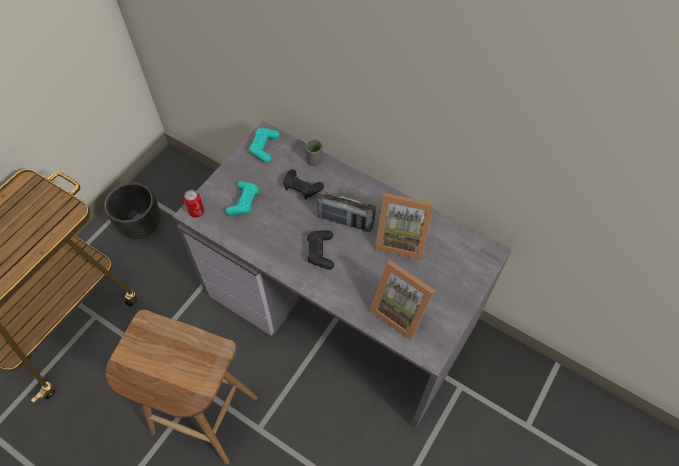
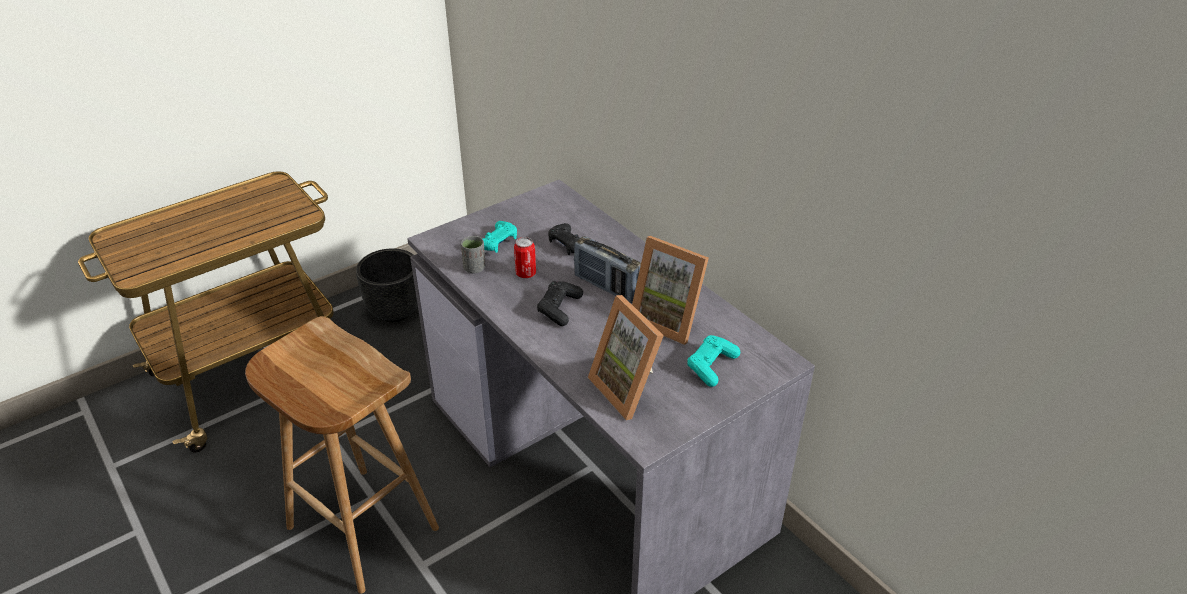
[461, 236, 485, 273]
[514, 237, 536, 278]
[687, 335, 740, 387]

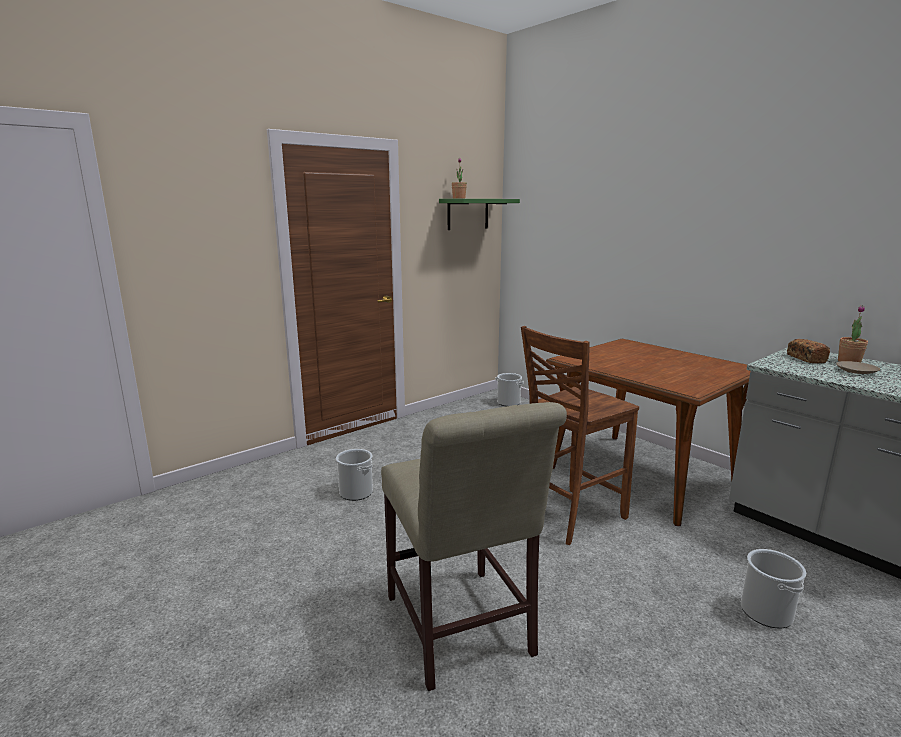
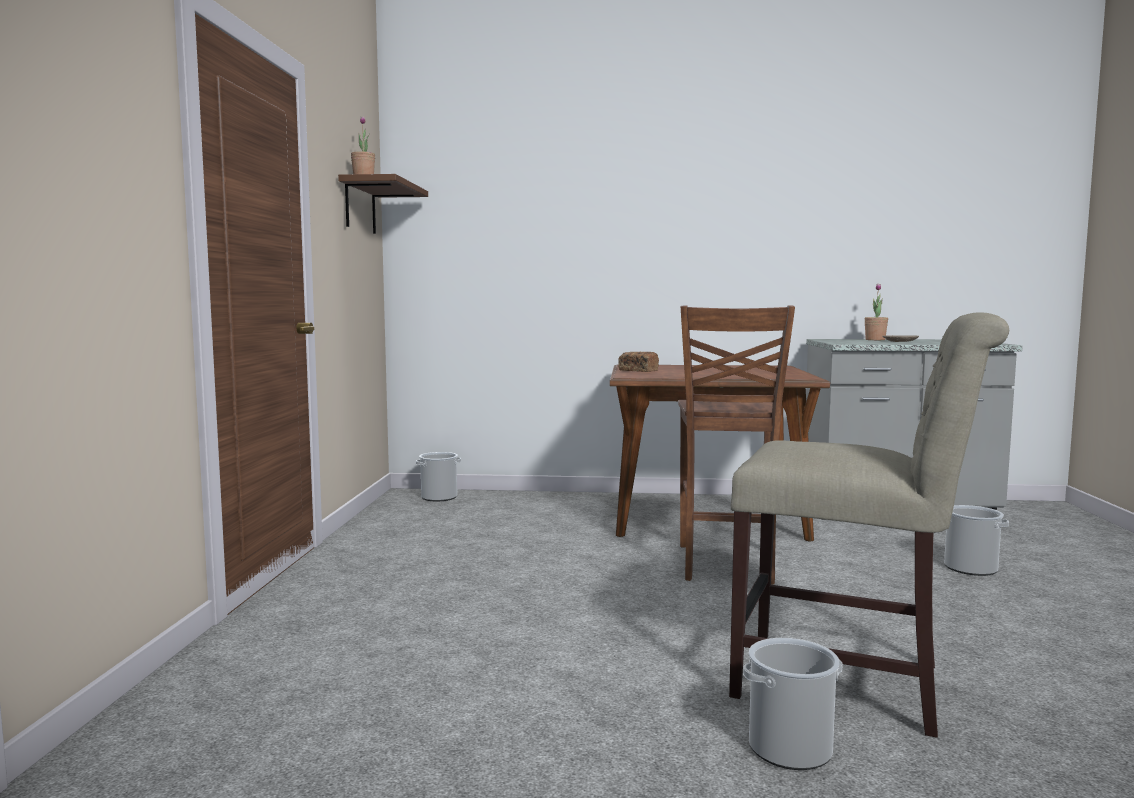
[338, 174, 428, 234]
[618, 352, 659, 372]
[743, 638, 843, 770]

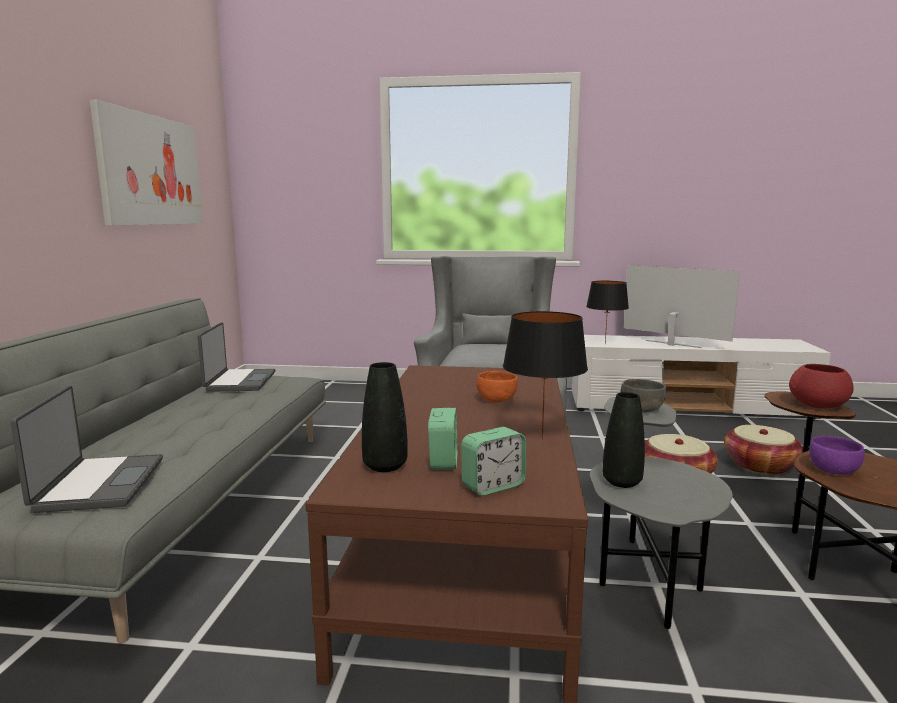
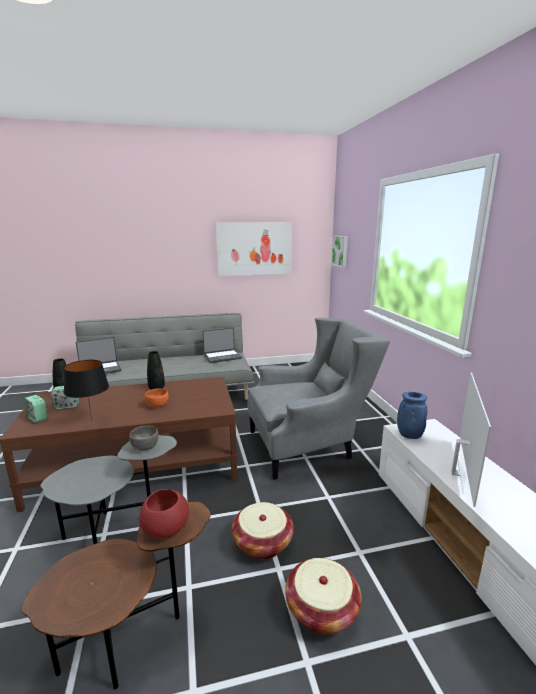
[147, 351, 165, 390]
[331, 236, 348, 268]
[397, 392, 427, 439]
[809, 436, 865, 475] (first image)

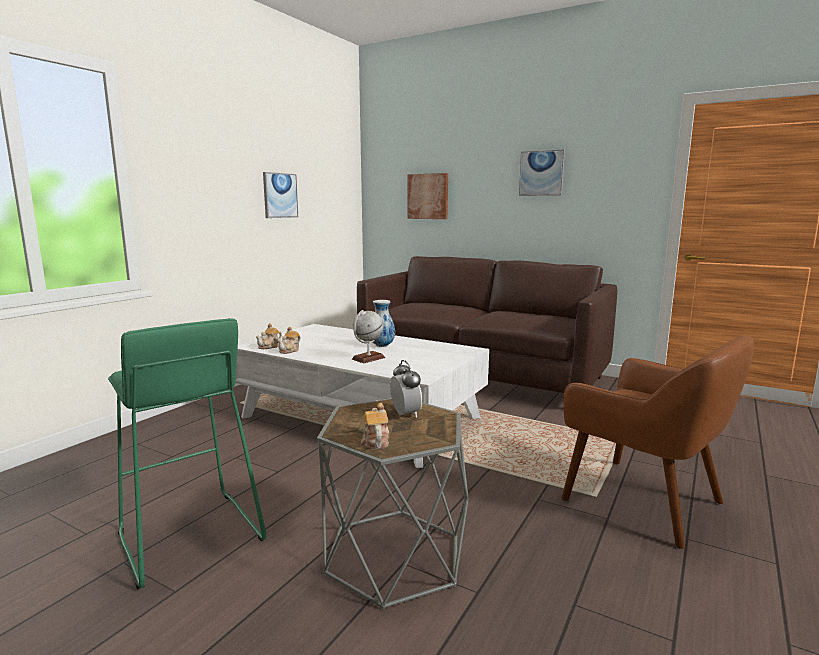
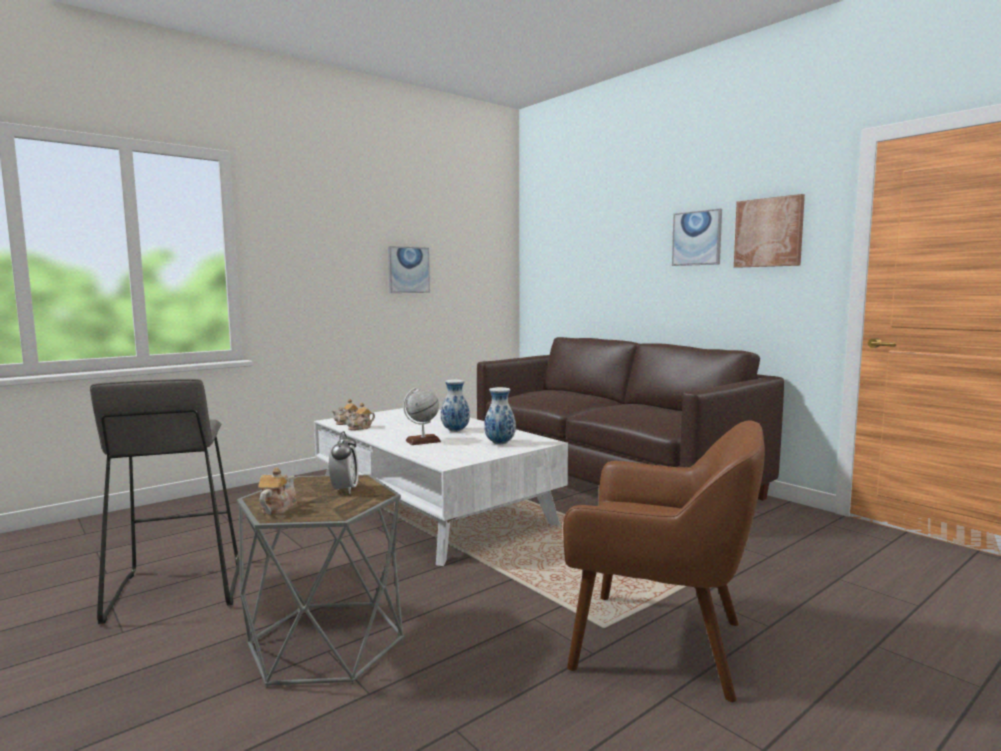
[90, 379, 240, 624]
[484, 387, 516, 444]
[563, 420, 765, 703]
[734, 194, 805, 268]

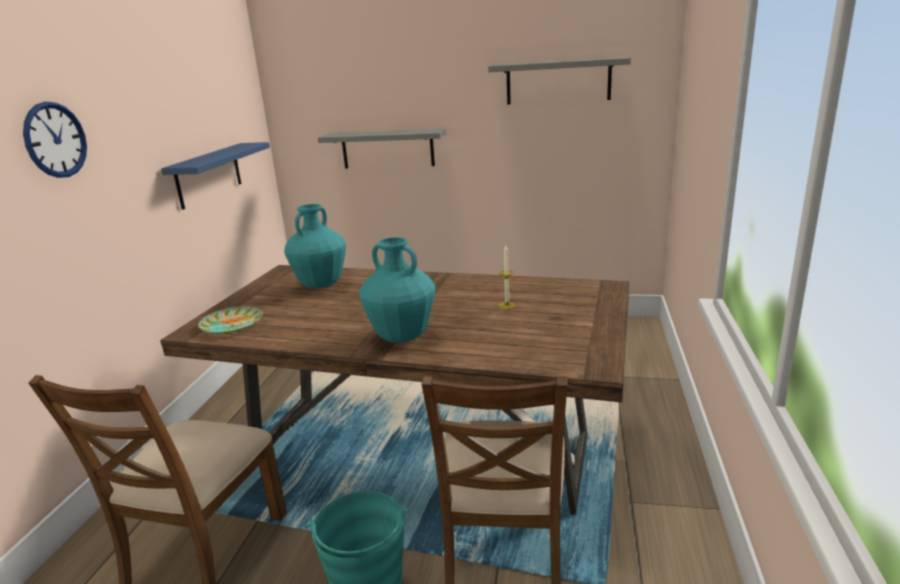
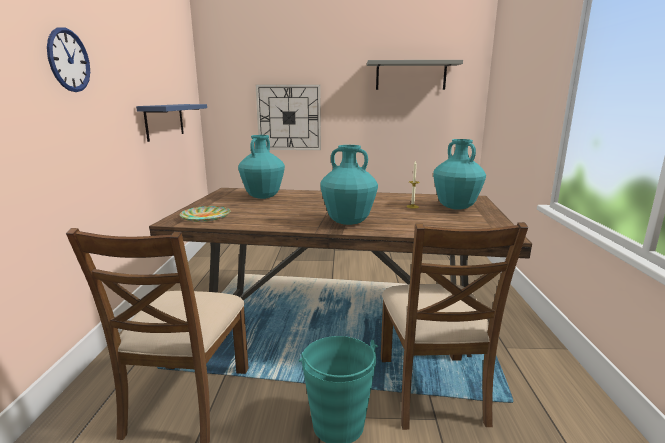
[256, 85, 321, 150]
[433, 139, 486, 210]

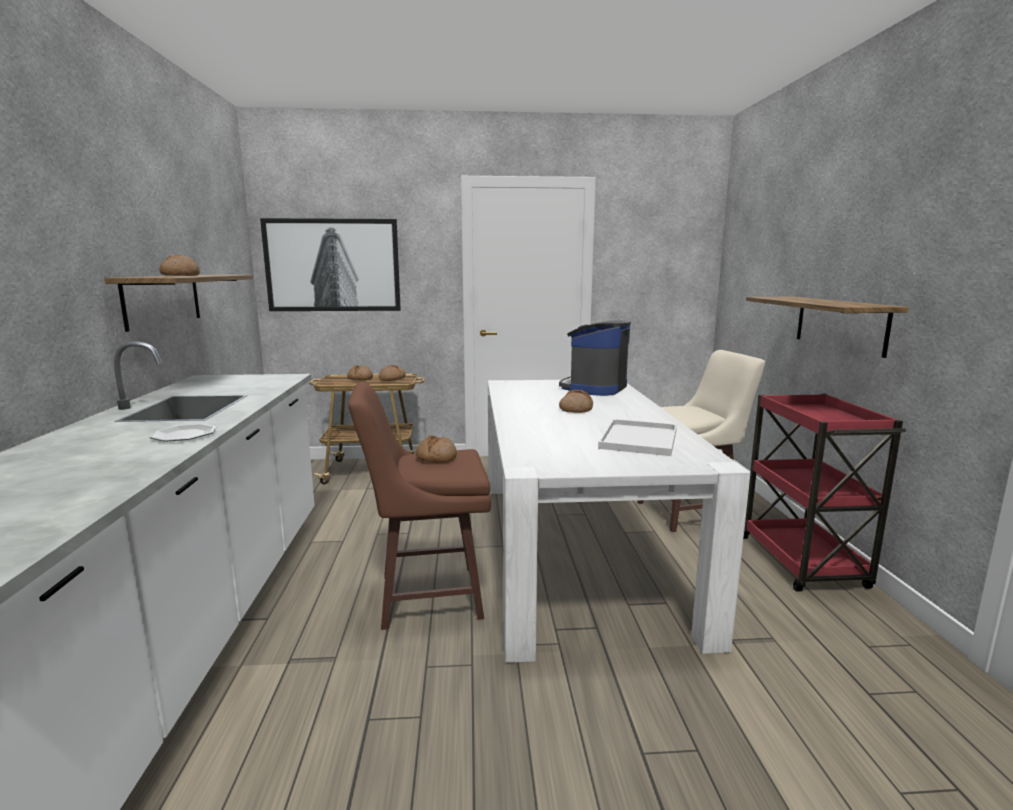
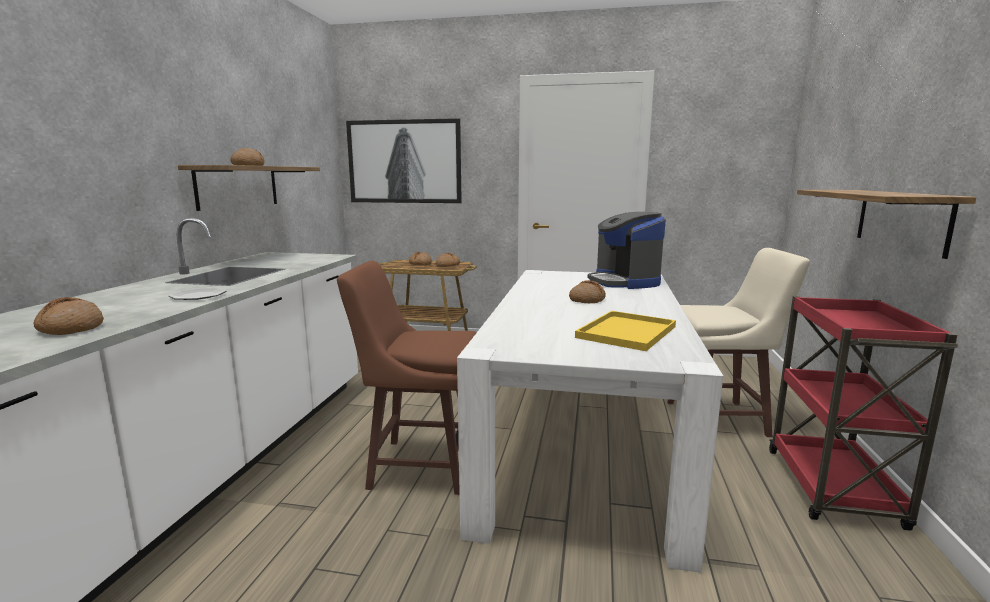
[33, 297, 104, 335]
[575, 311, 676, 351]
[588, 212, 666, 289]

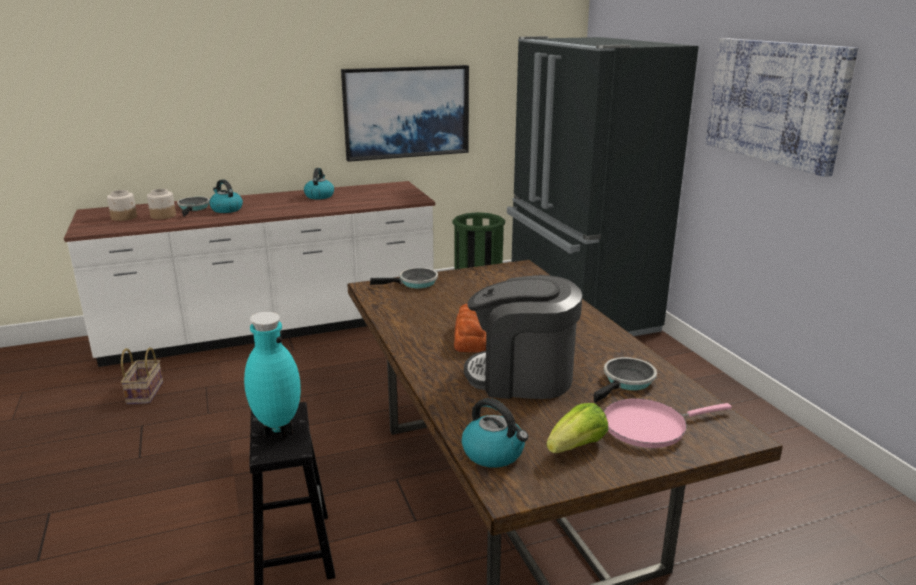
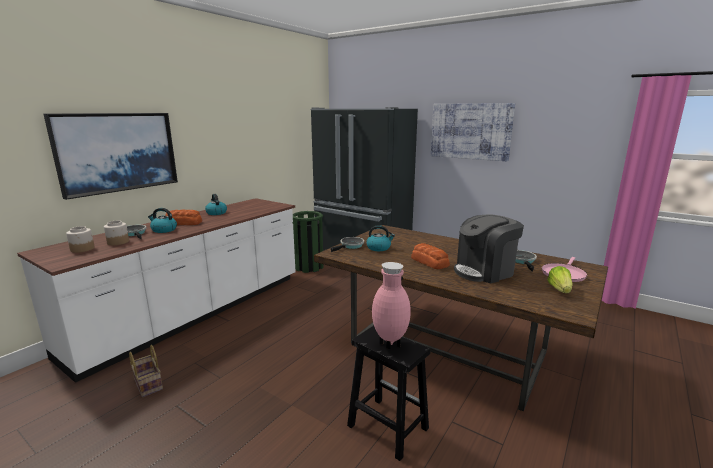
[44, 113, 178, 200]
[165, 210, 202, 225]
[366, 225, 395, 251]
[372, 262, 411, 349]

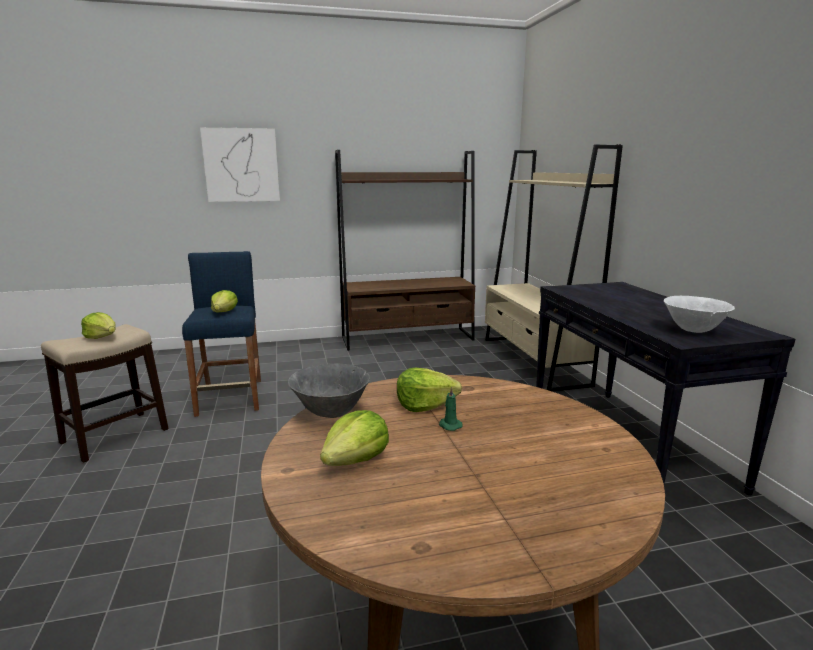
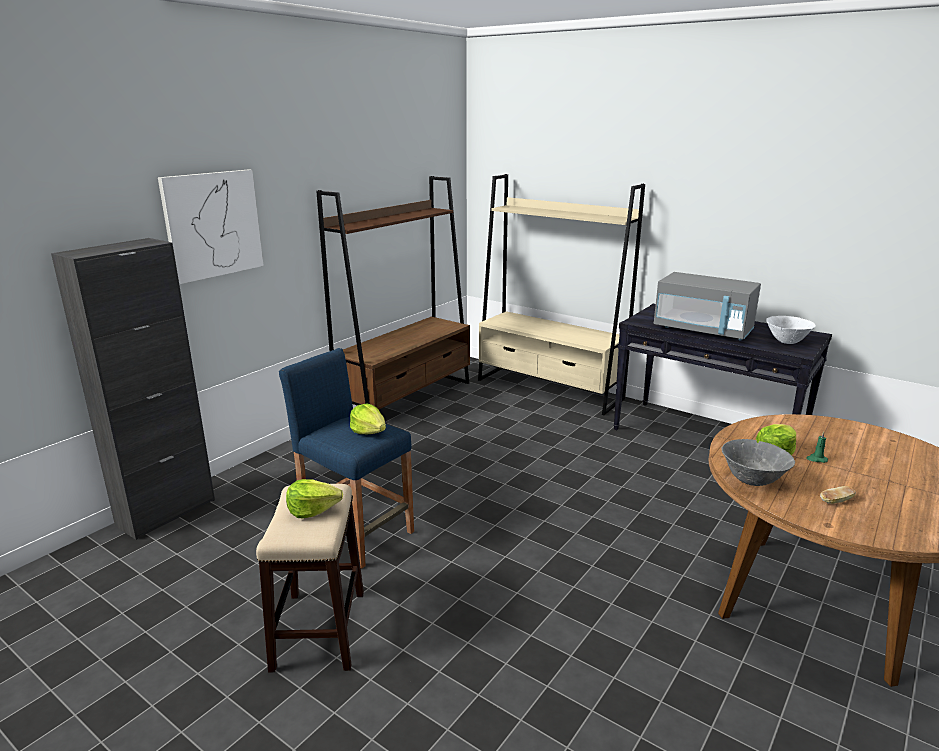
[51, 238, 215, 540]
[654, 272, 761, 340]
[820, 486, 856, 504]

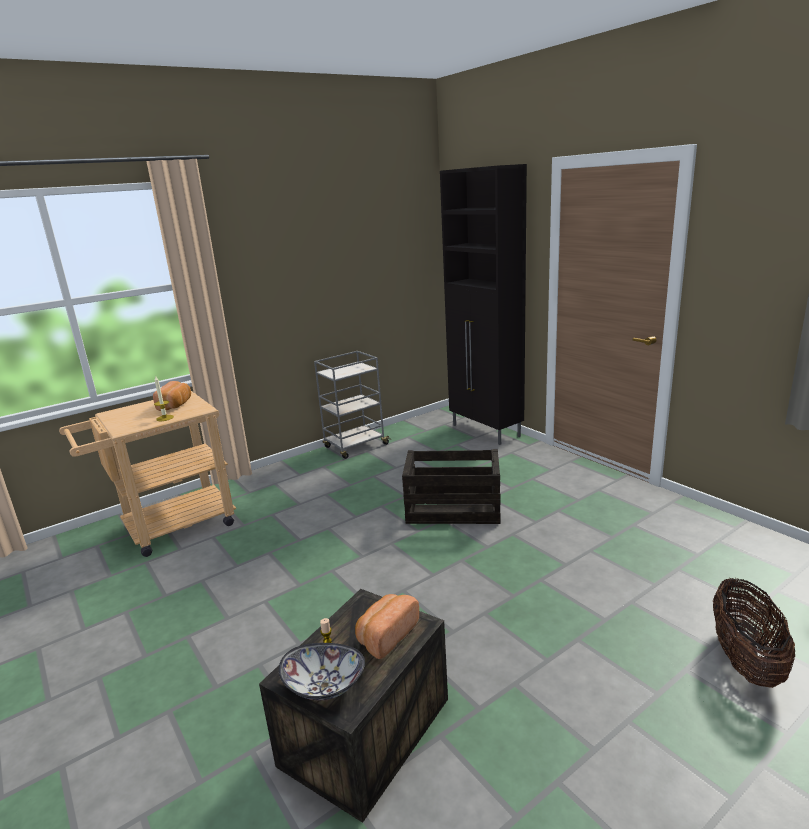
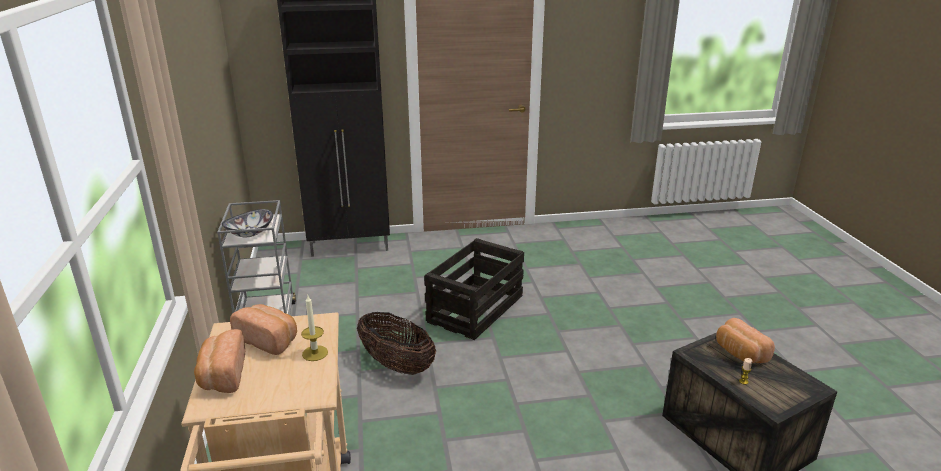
[194, 329, 245, 393]
[222, 209, 273, 237]
[357, 312, 436, 375]

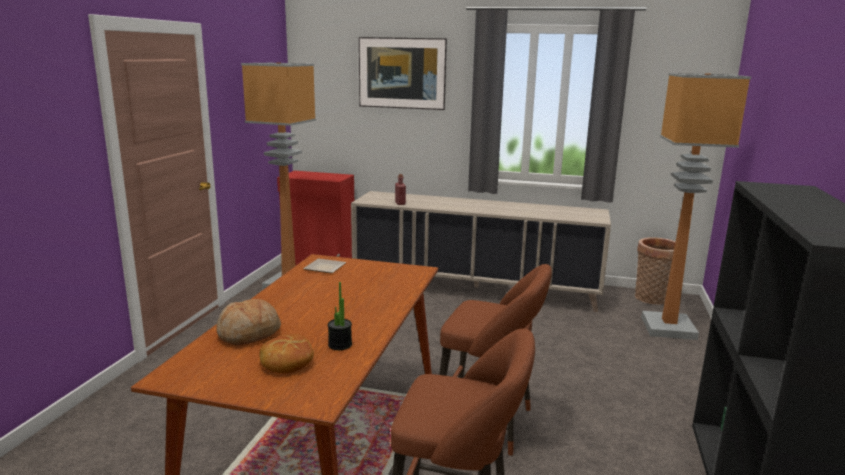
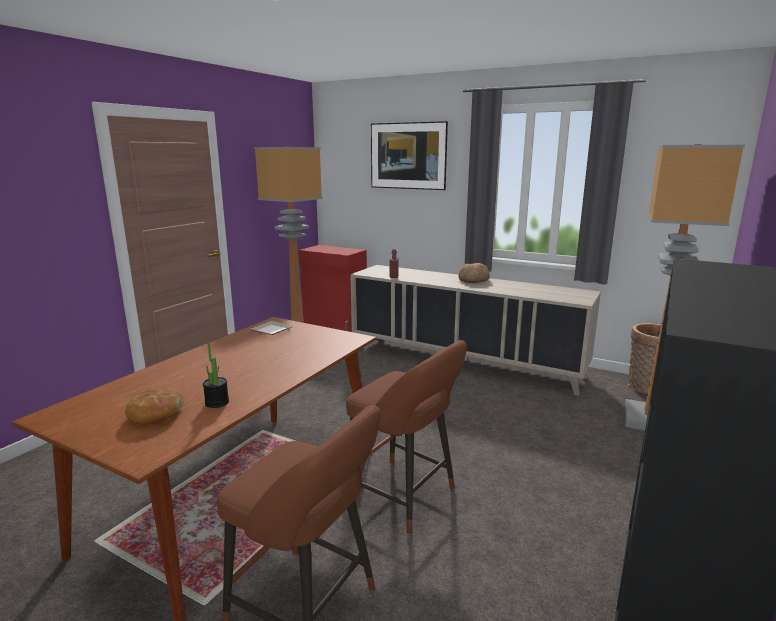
[458, 263, 490, 283]

